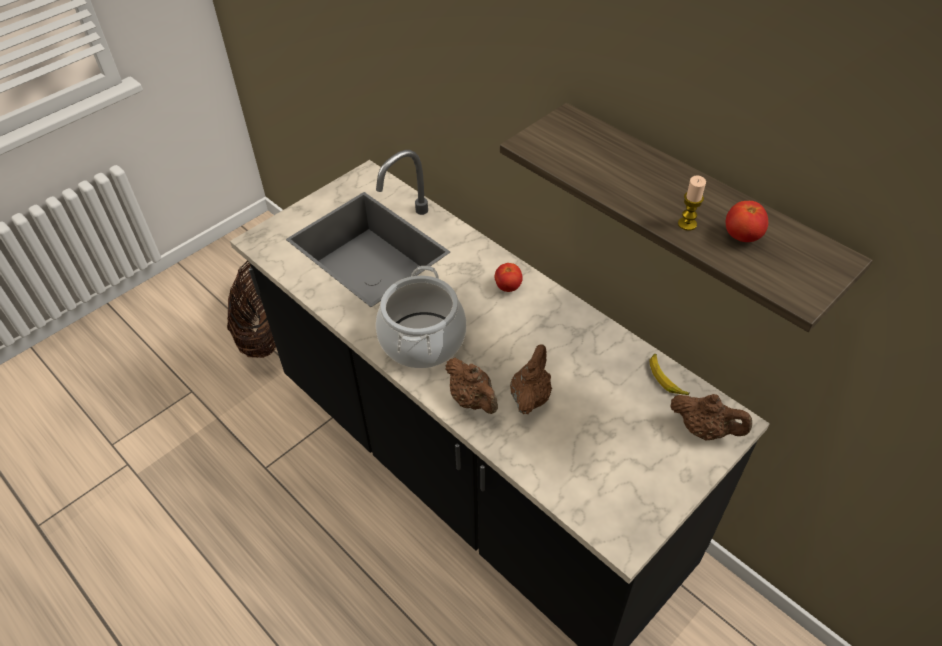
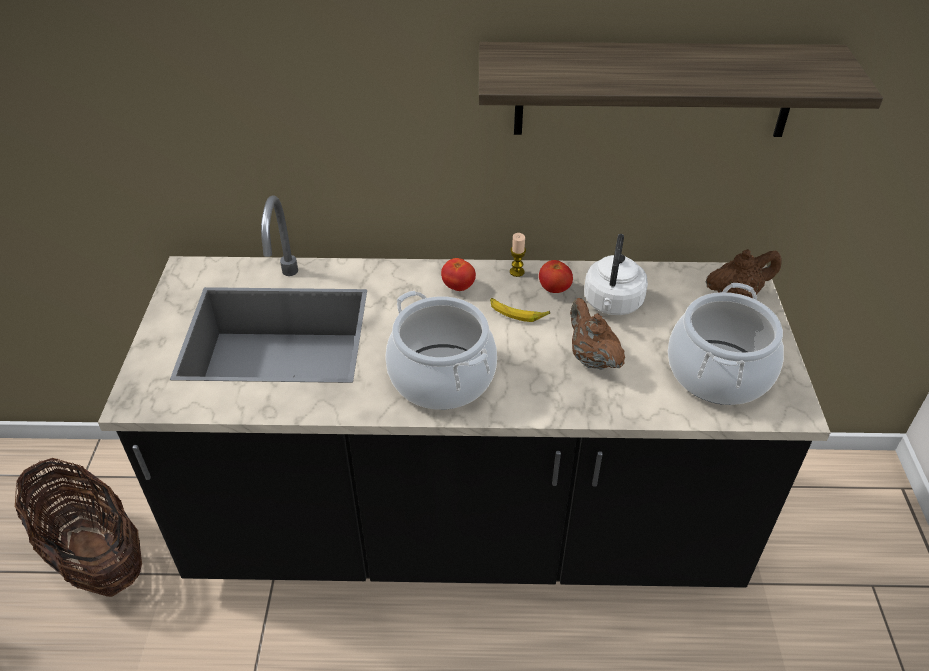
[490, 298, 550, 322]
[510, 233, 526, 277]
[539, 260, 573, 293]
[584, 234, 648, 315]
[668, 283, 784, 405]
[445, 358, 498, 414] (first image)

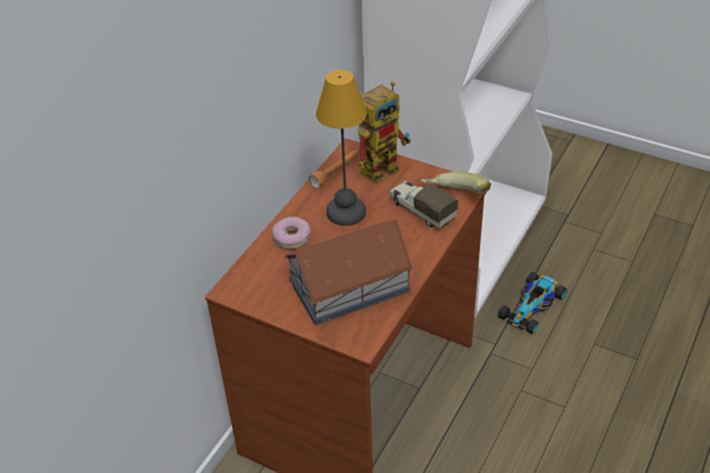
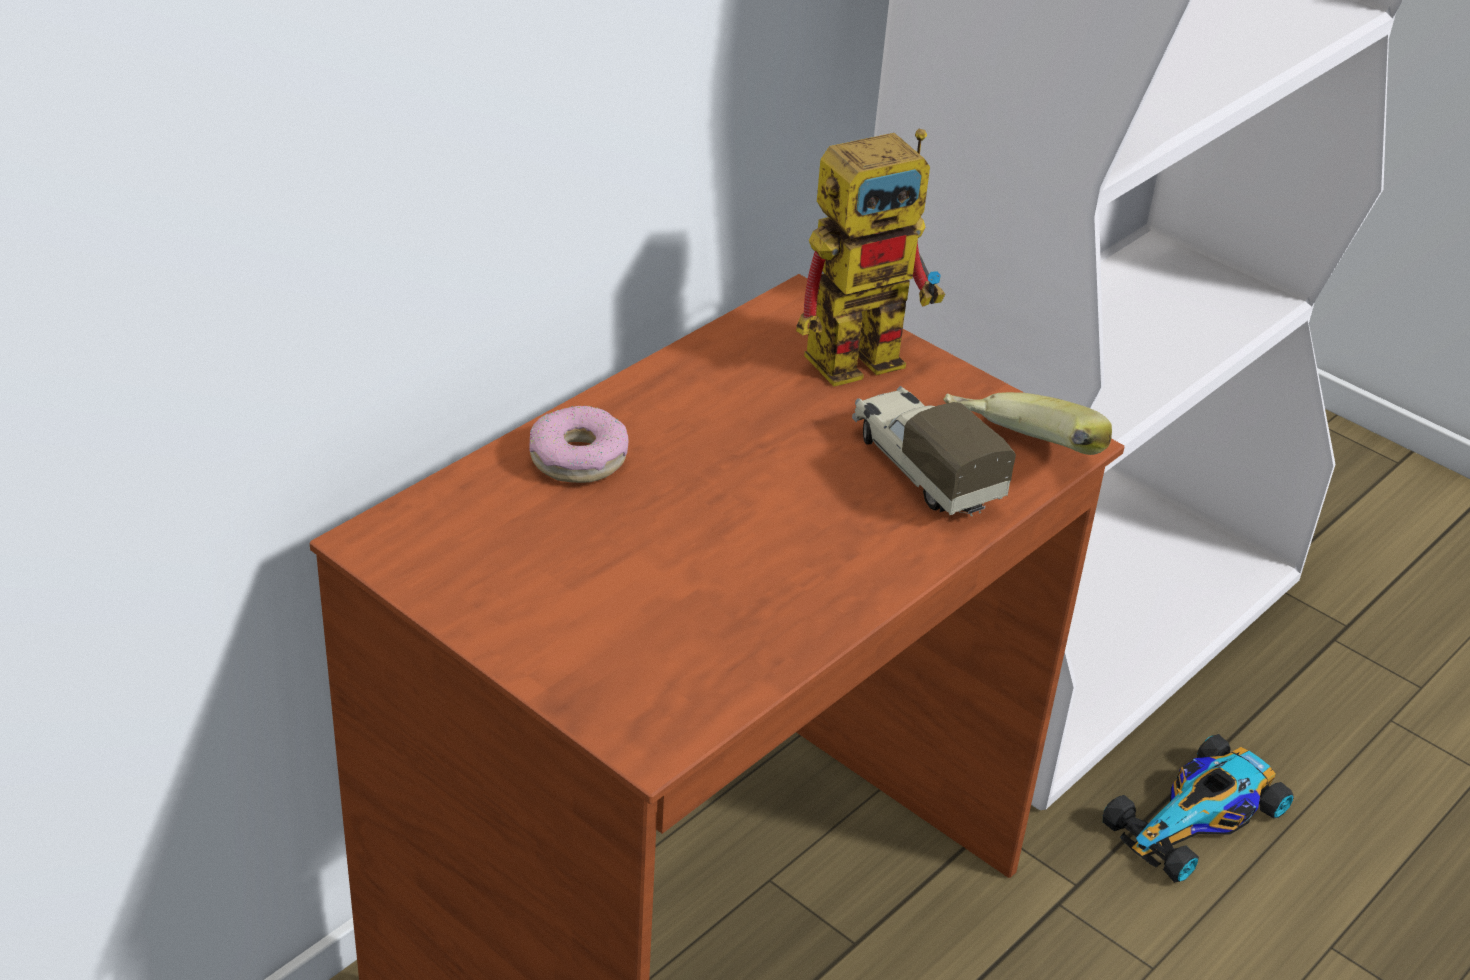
[284, 220, 414, 325] (first image)
[309, 150, 358, 189] (first image)
[316, 70, 367, 226] (first image)

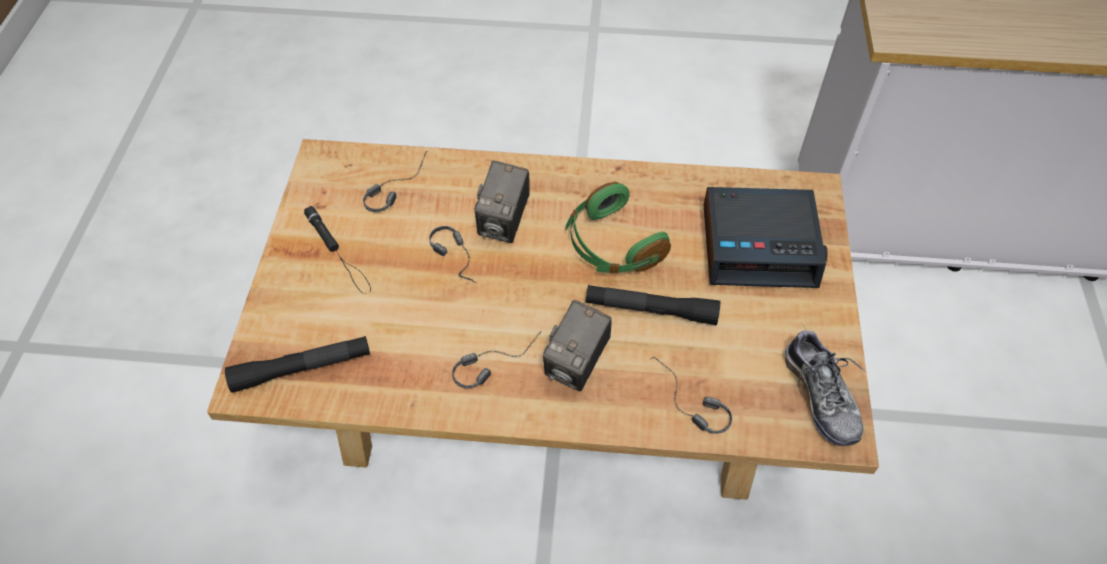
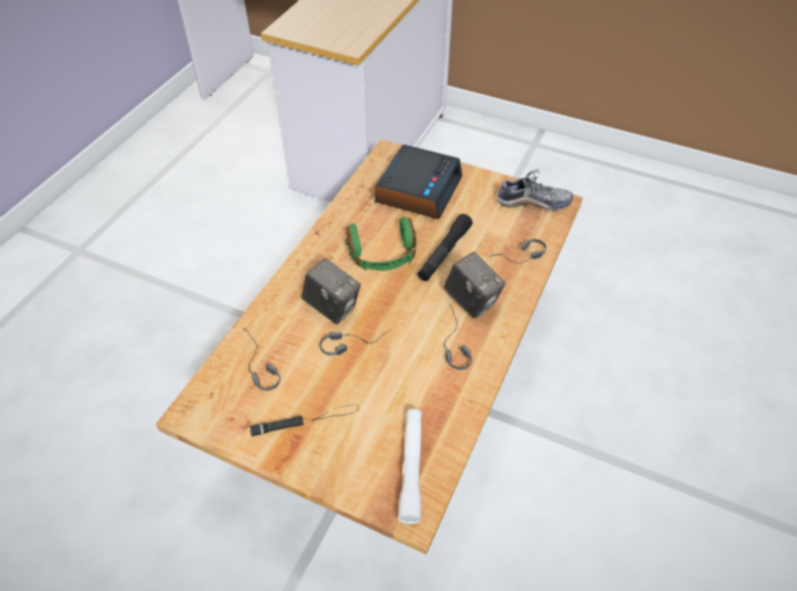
[398, 409, 422, 524]

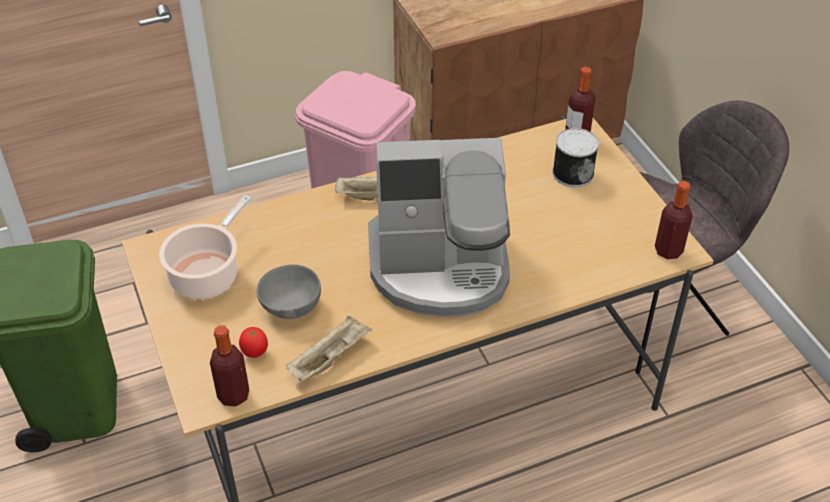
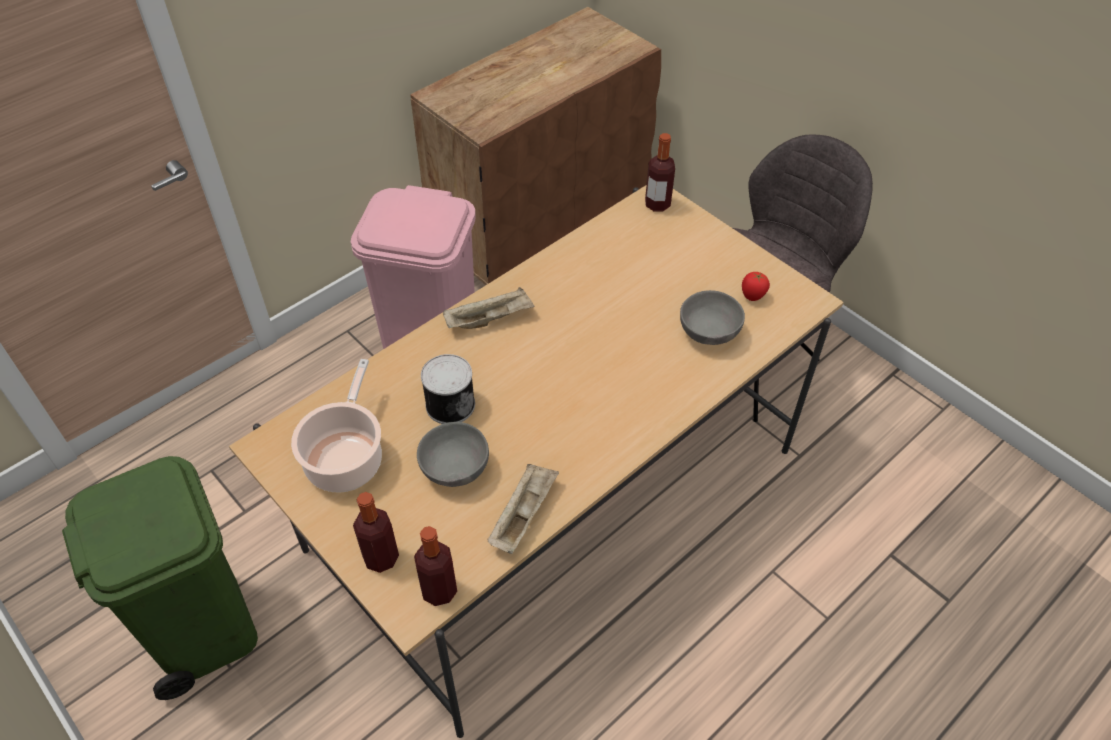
[353, 492, 399, 573]
[421, 354, 475, 424]
[680, 290, 745, 345]
[742, 272, 770, 301]
[368, 138, 510, 317] (first image)

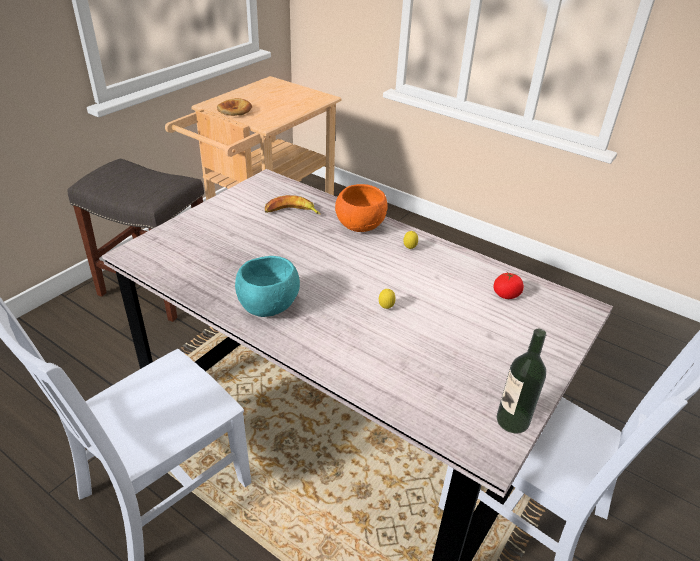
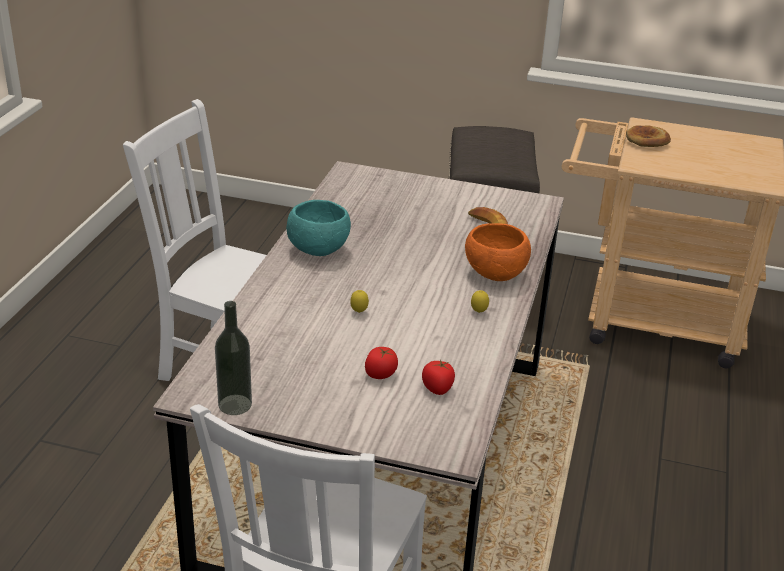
[365, 347, 398, 379]

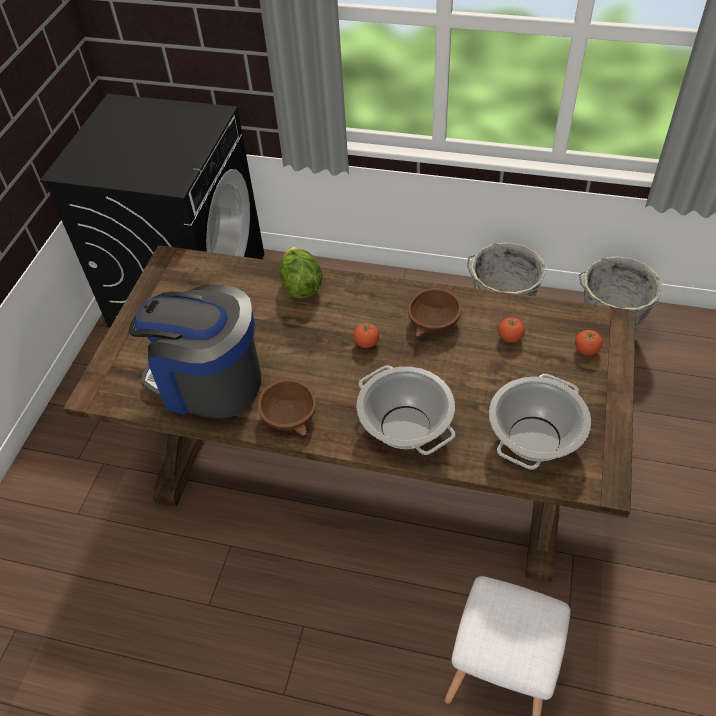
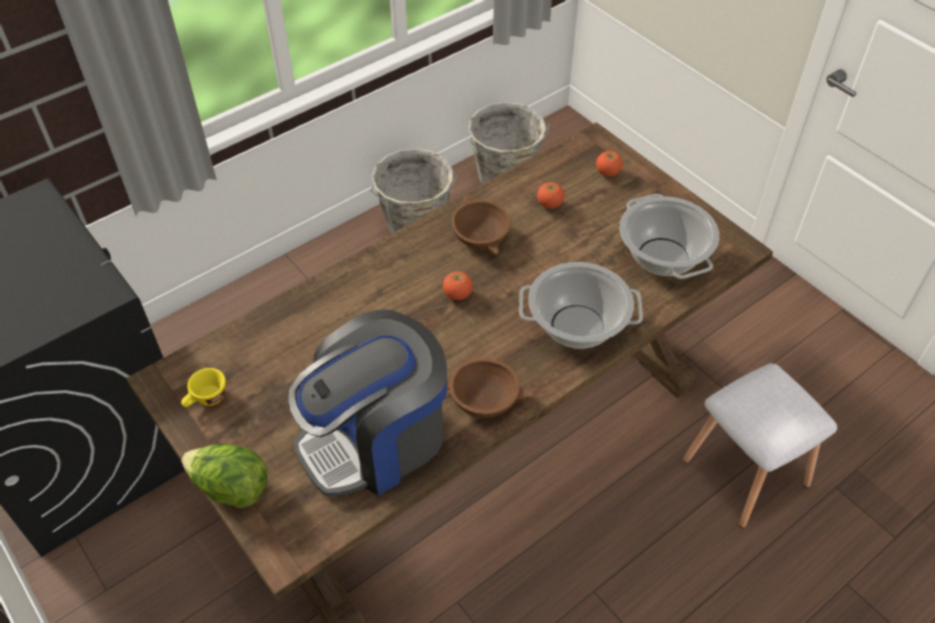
[181, 368, 226, 407]
[182, 443, 268, 508]

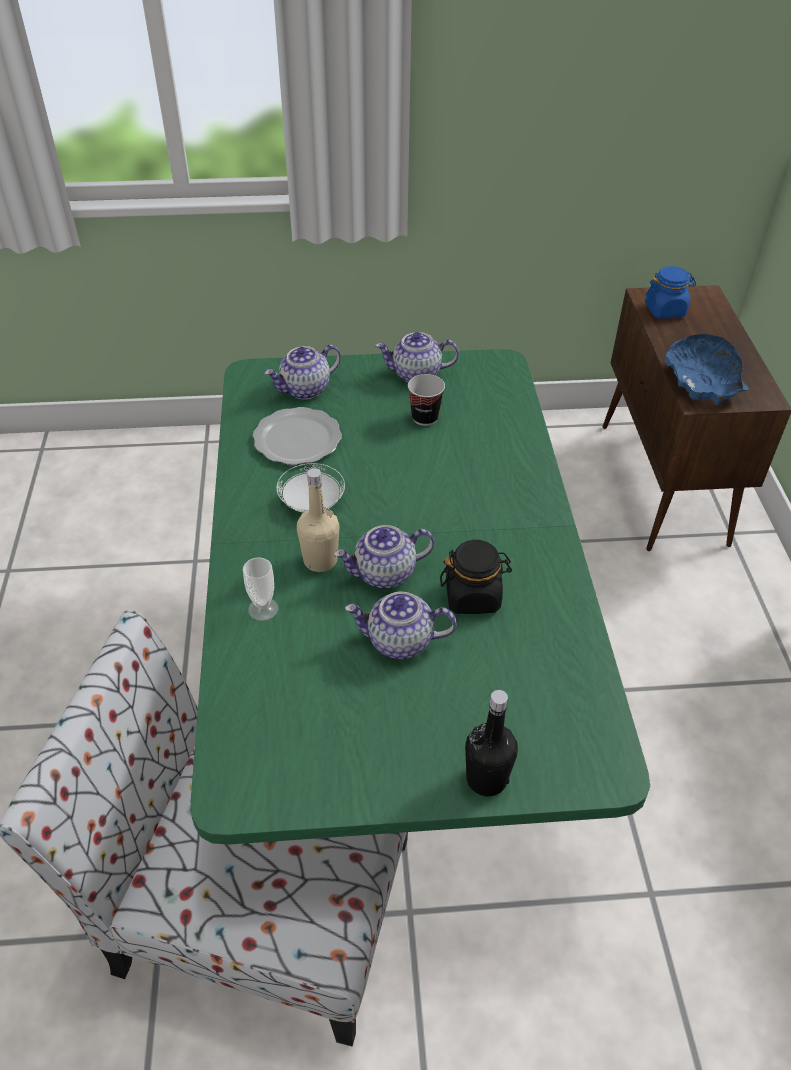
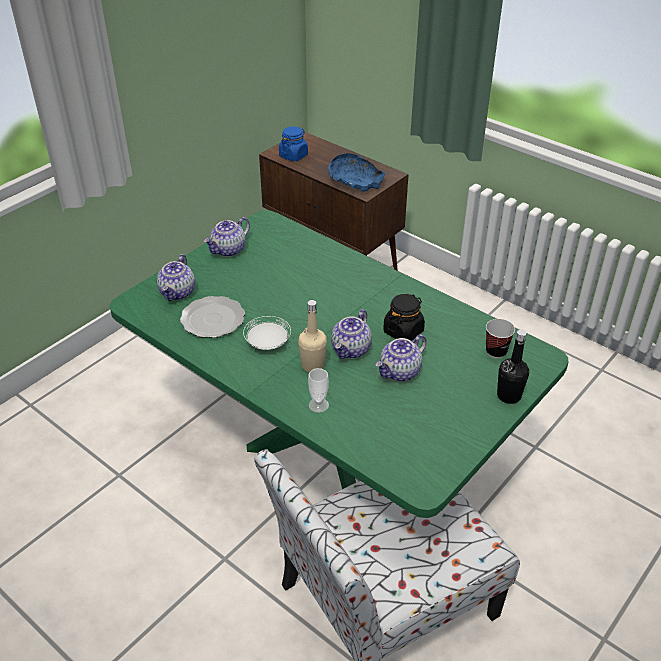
[486, 319, 515, 359]

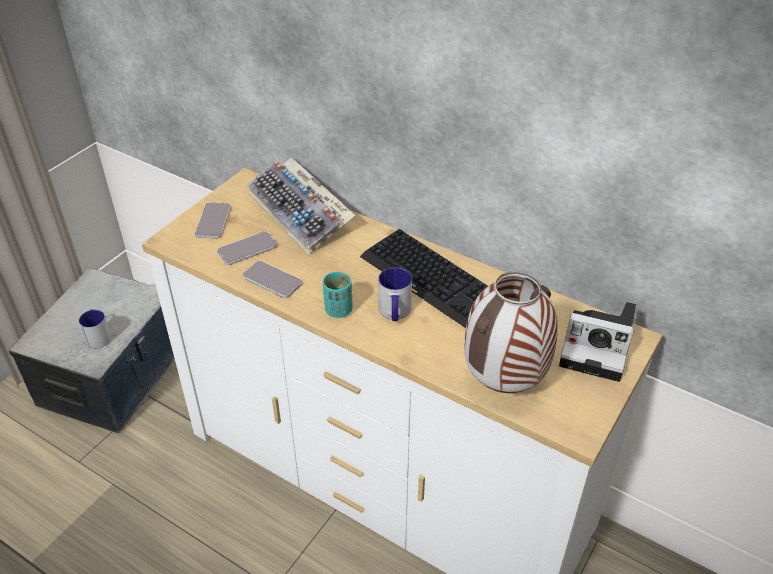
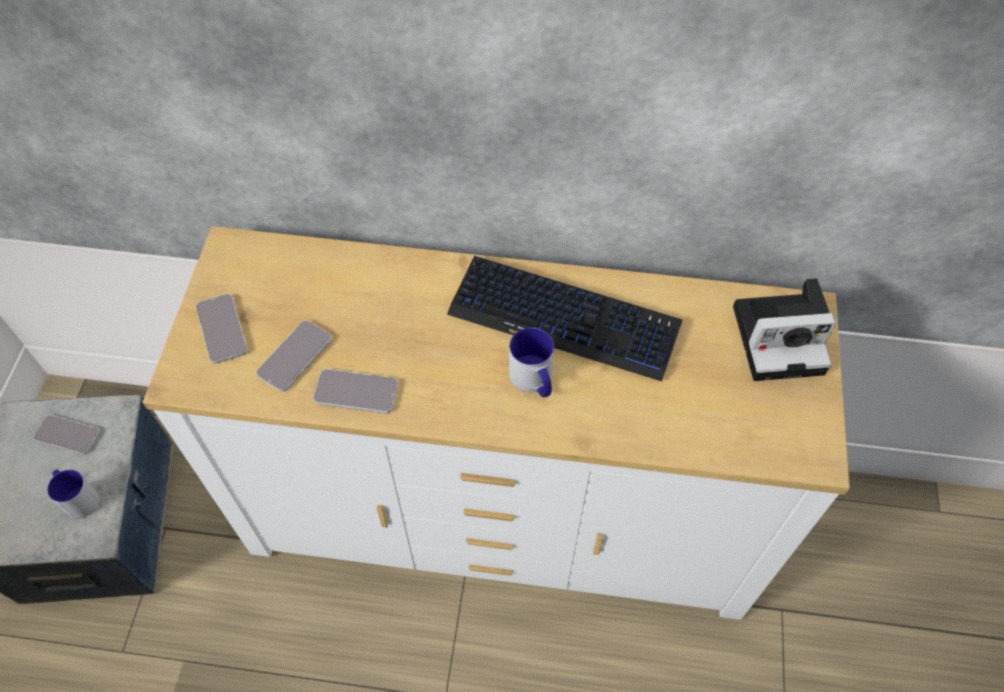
[33, 415, 100, 455]
[247, 157, 355, 254] (first image)
[323, 272, 353, 318] (first image)
[465, 271, 558, 393] (first image)

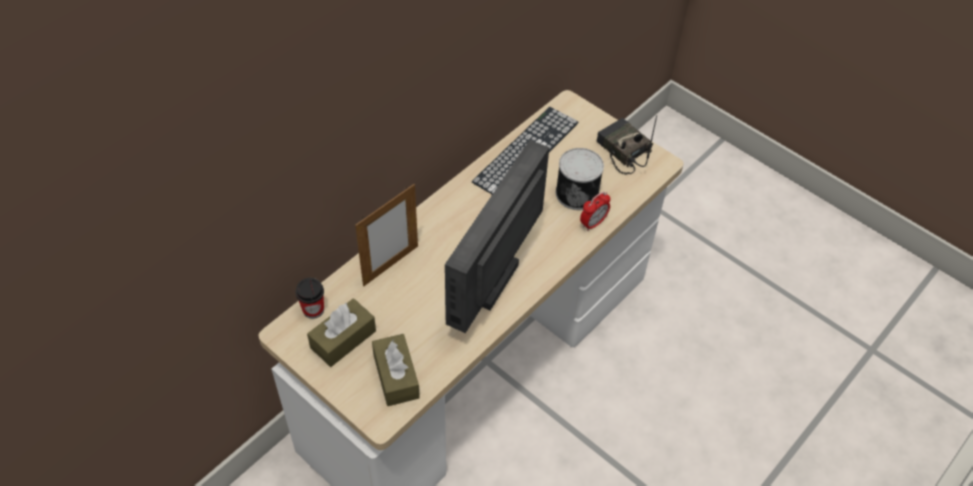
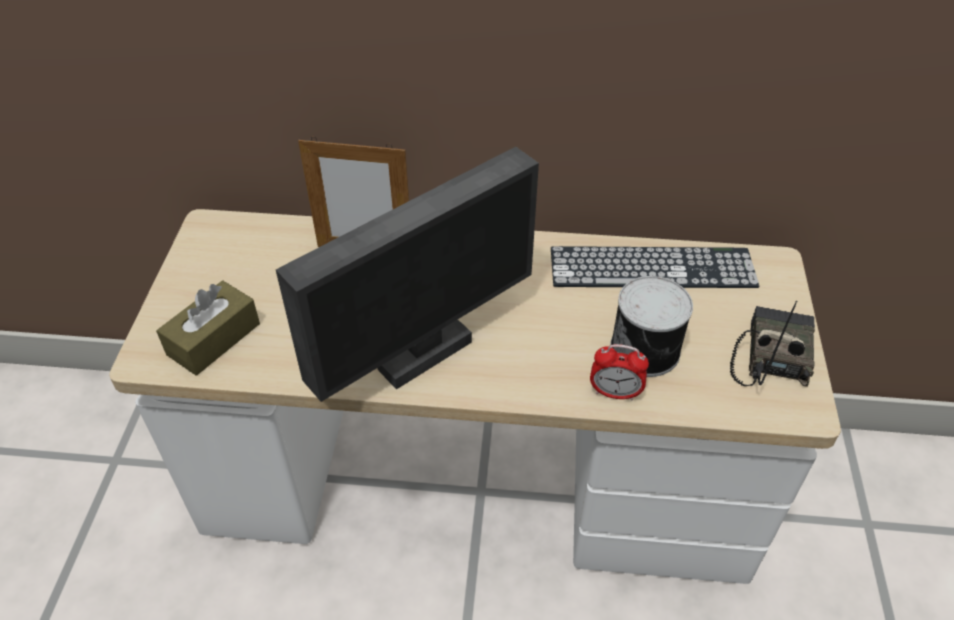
[276, 147, 539, 402]
[296, 278, 324, 319] (first image)
[307, 299, 376, 367] (first image)

